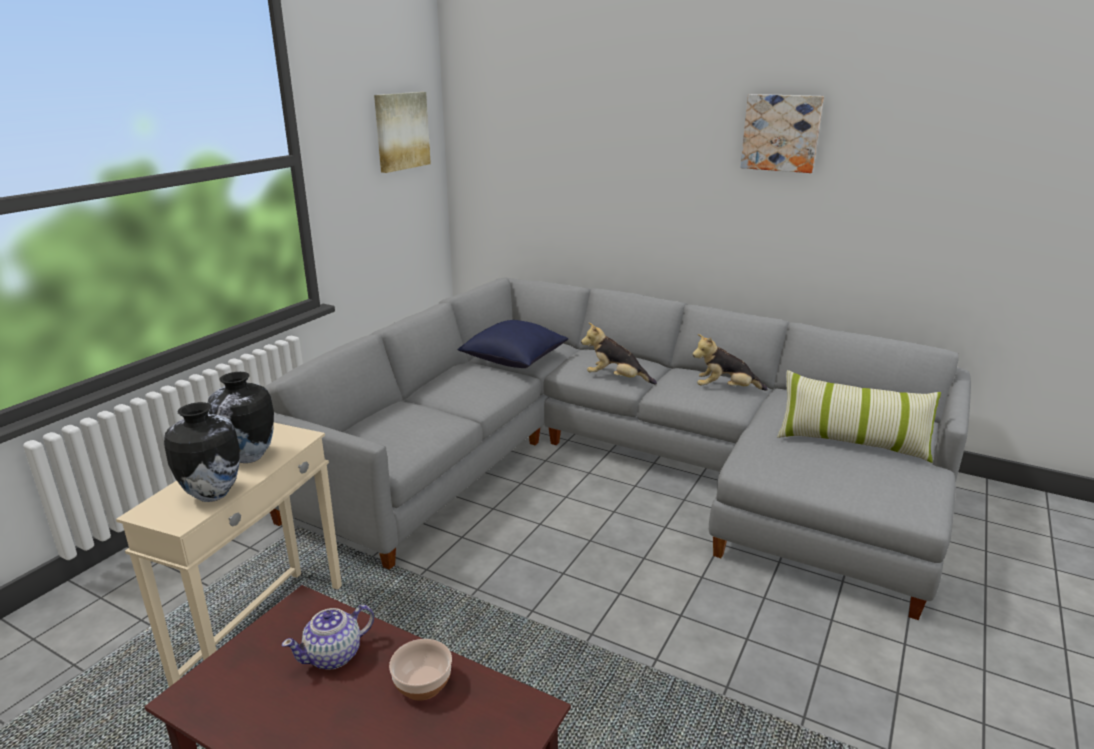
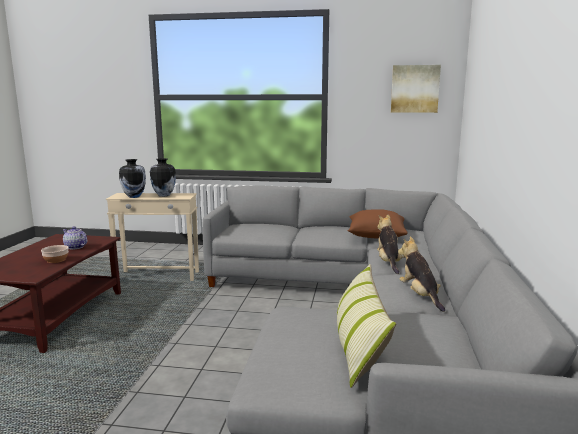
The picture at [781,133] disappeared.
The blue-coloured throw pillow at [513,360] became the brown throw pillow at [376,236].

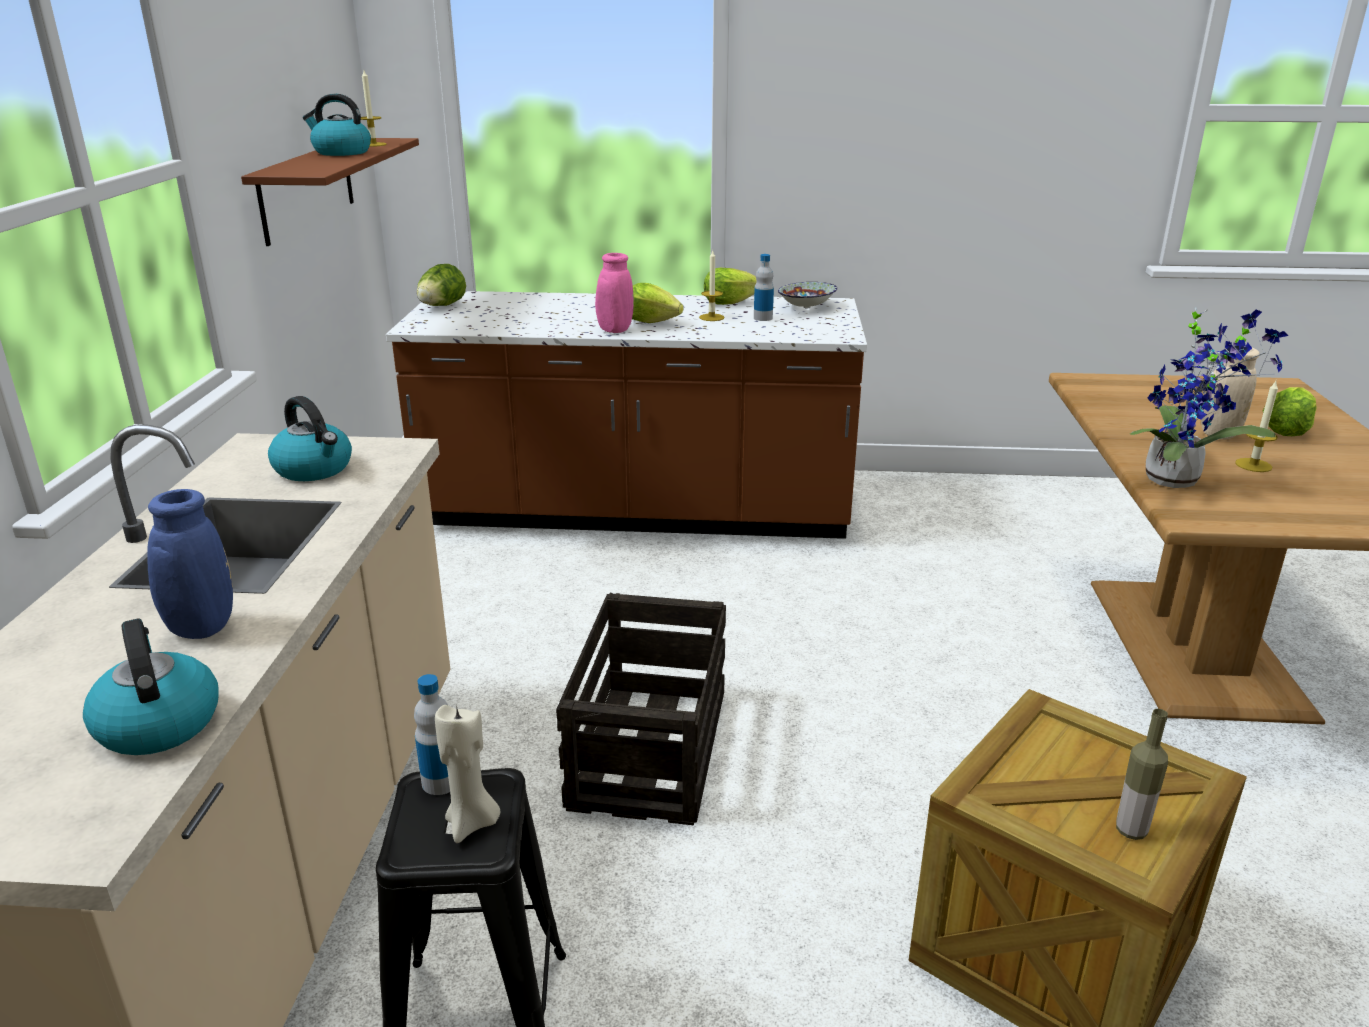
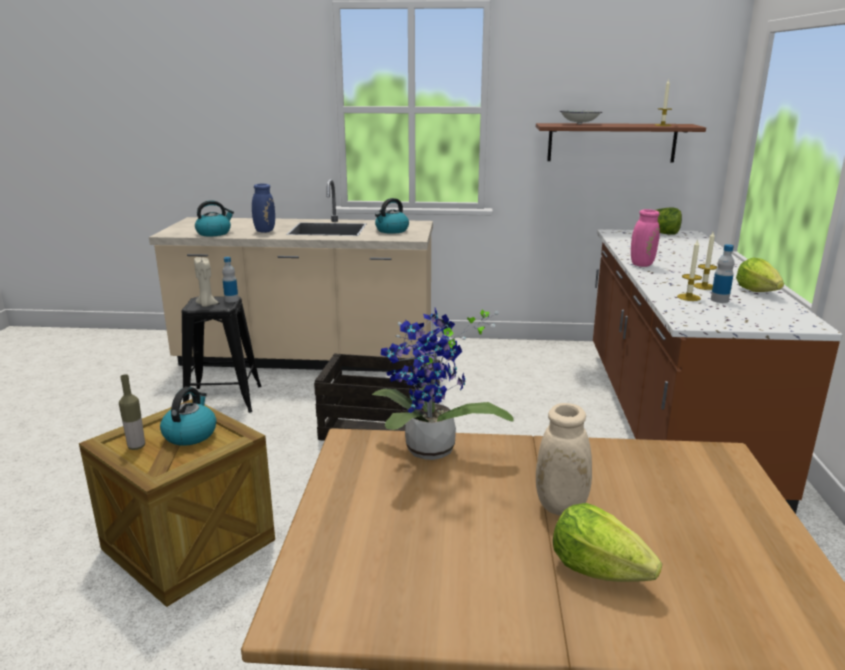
The lettuce head at [652,322] disappeared.
The kettle moved from [341,152] to [190,434].
The deep dish moved from [807,307] to [579,124].
The candle moved from [1253,465] to [688,297].

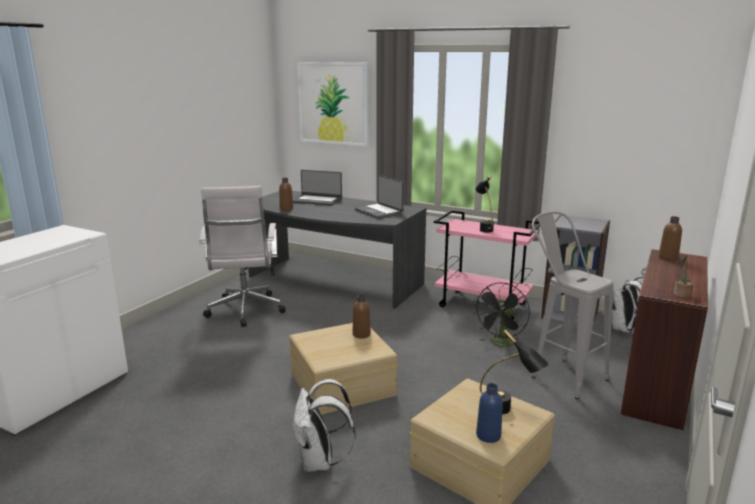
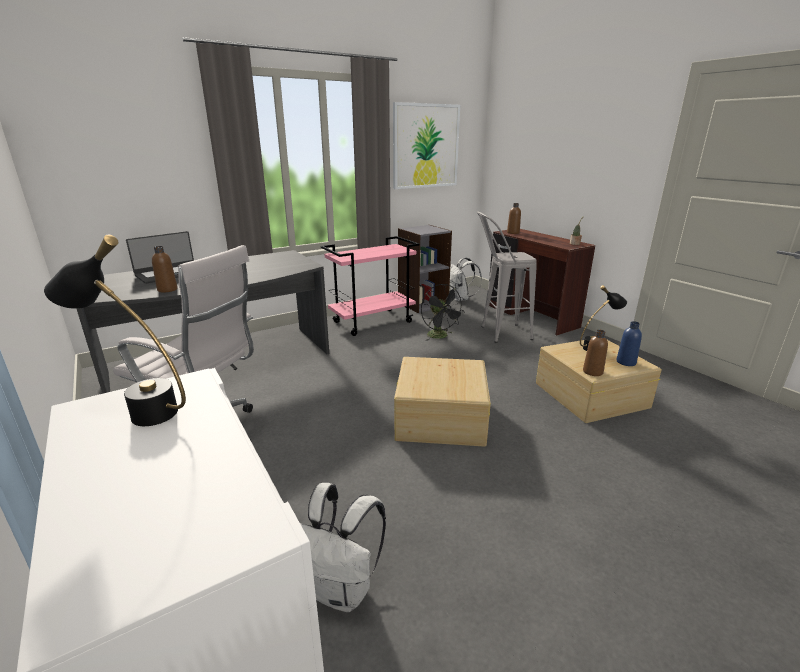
The portable computer at [379,212] disappeared.
The white-coloured backpack moved from [320,462] to [340,589].
The picture moved from [333,103] to [425,146].
The brown bottle moved from [361,334] to [592,372].
The black-coloured table lamp moved from [484,228] to [139,409].

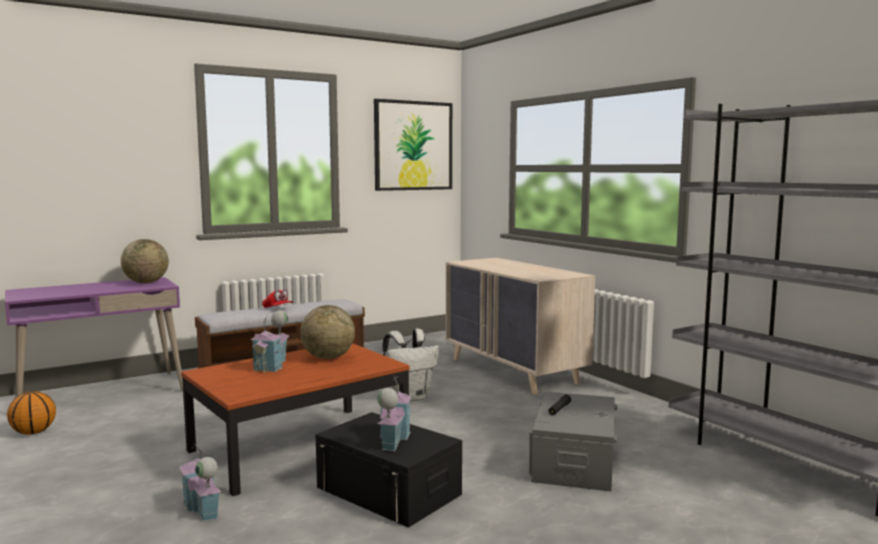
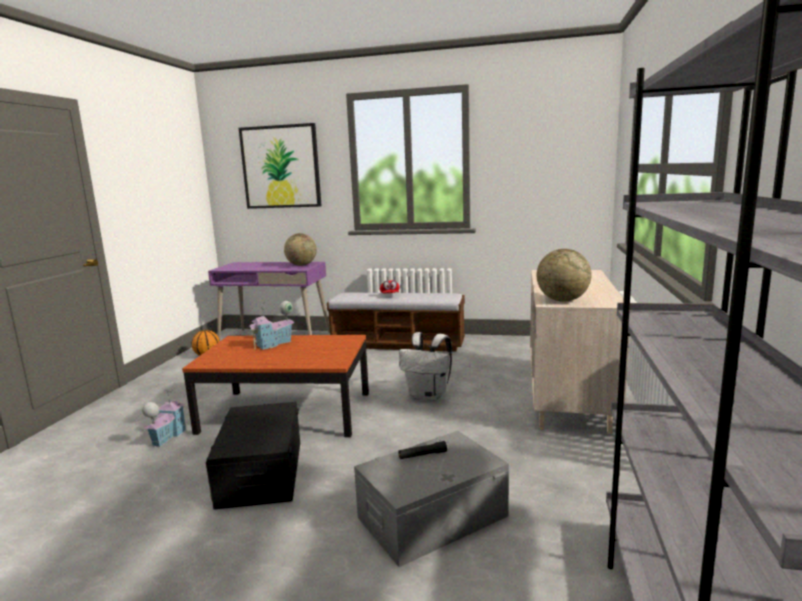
The model house at [392,439] disappeared.
The globe moved from [328,358] to [562,300].
The picture moved from [413,146] to [281,167].

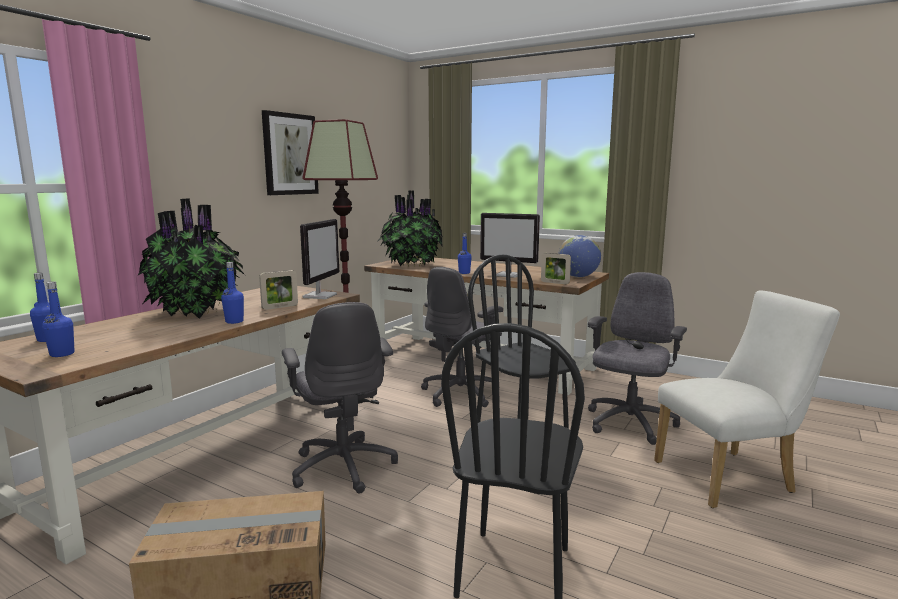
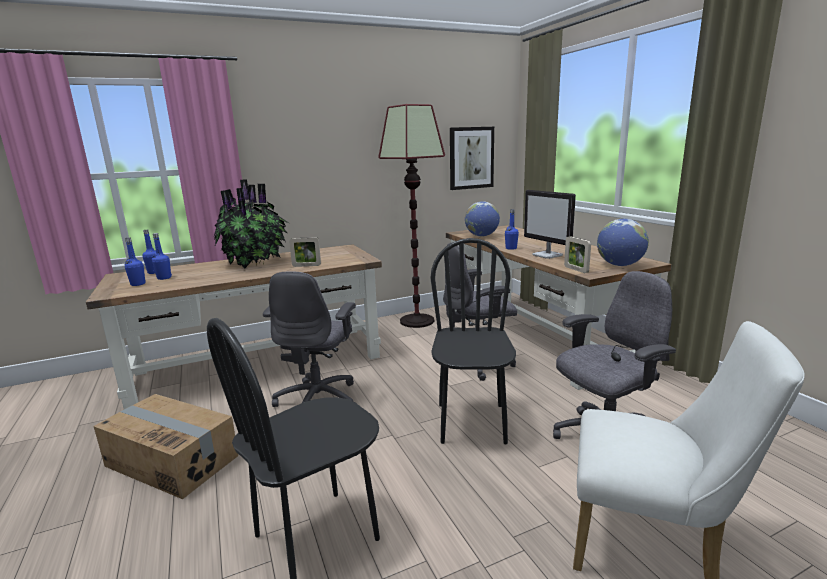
The computer display at [320,296] disappeared.
The blue-coloured bottle moved from [234,321] to [164,278].
The picture moved from [290,154] to [471,158].
The plant in a pot at [411,265] was replaced by the globe at [481,236].

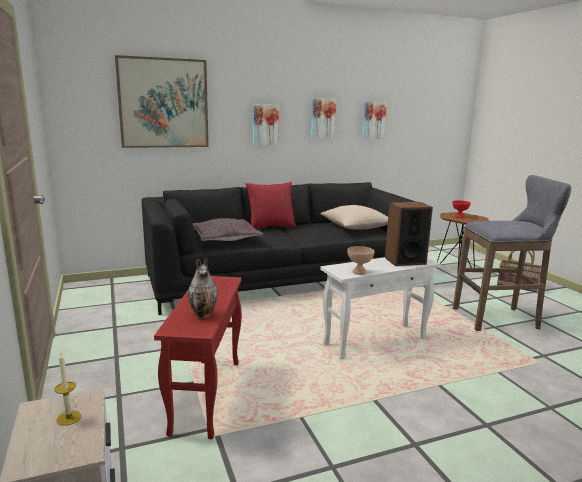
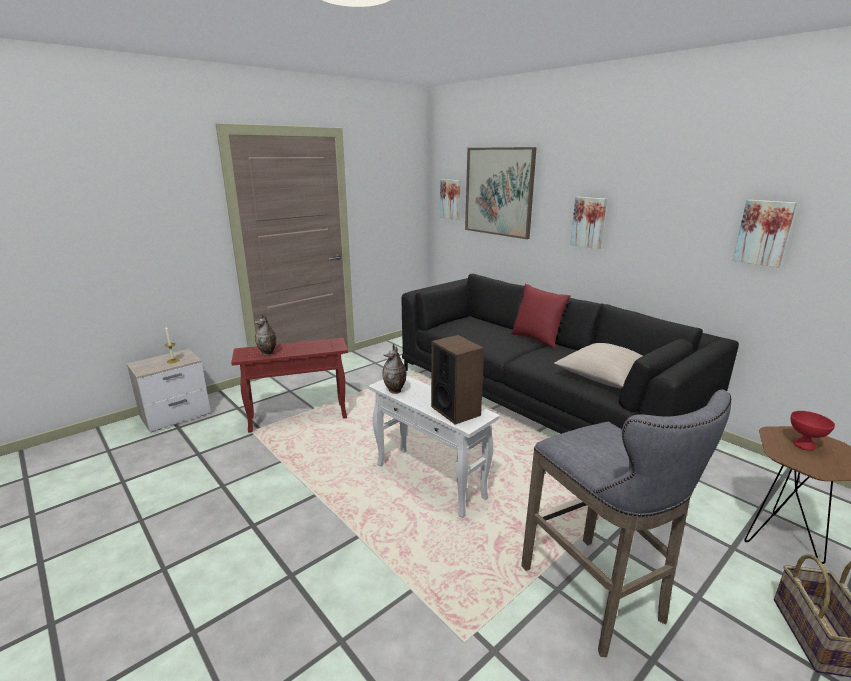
The grey throw pillow at [224,238] disappeared.
The picture moved from [322,118] to [451,199].
The beige deep dish at [359,272] was replaced by the vase at [395,391].

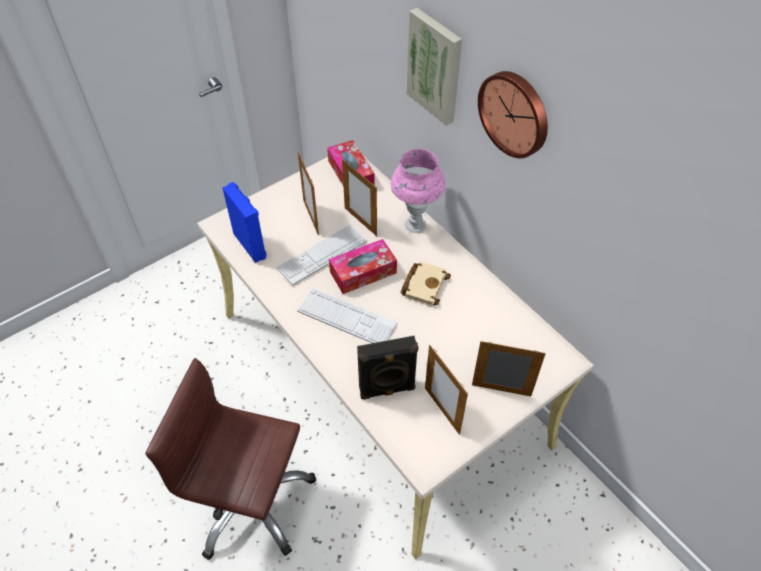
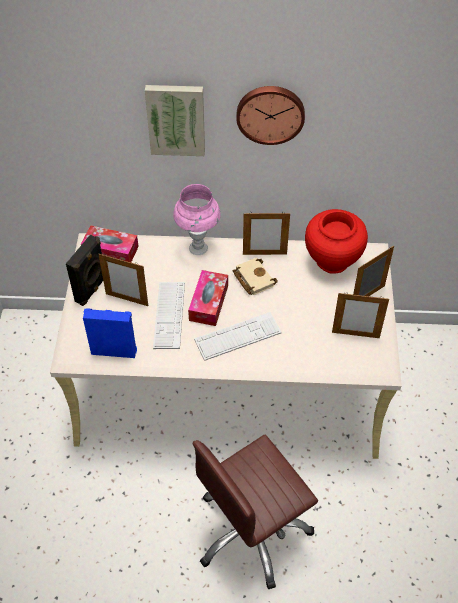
The red-coloured vase at [332,262] appeared.
The standing frame moved from [360,221] to [264,254].
The black-coloured audio speaker moved from [387,390] to [92,289].

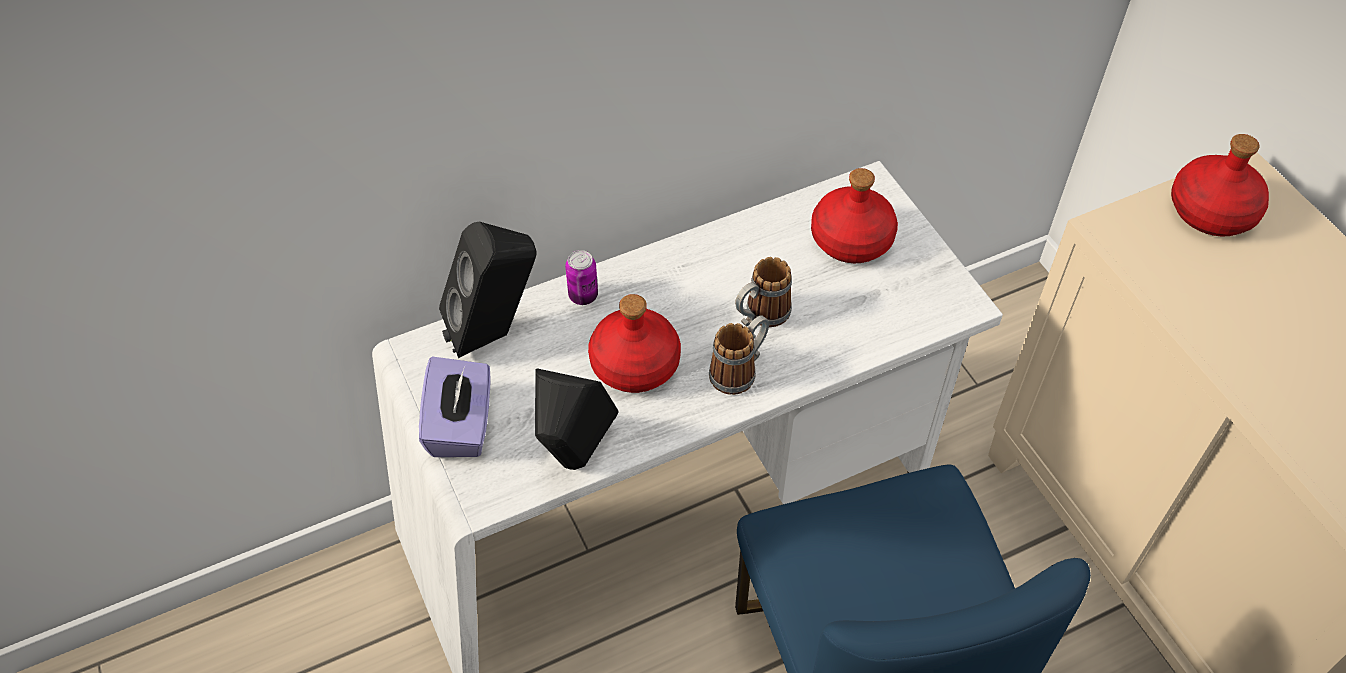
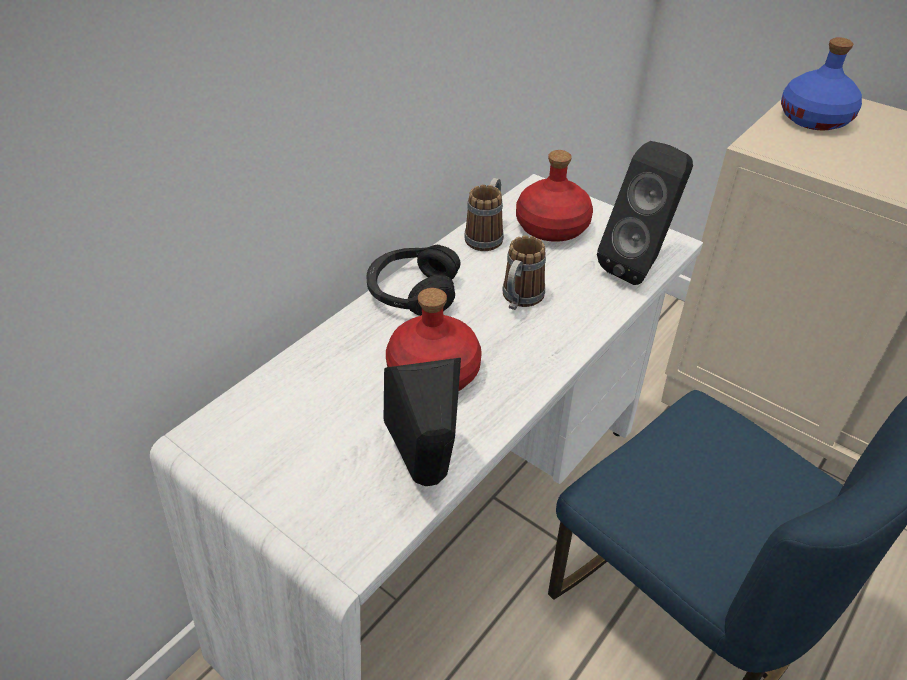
The purplish tissue holder at [461,425] disappeared.
The sealed can at [583,296] disappeared.
The black-coloured headphones at [413,292] appeared.
The black-coloured audio speaker moved from [496,333] to [639,265].
The coffee mug moved from [739,370] to [487,235].
The red-coloured bottle at [1212,211] became the blue-coloured bottle at [815,119].

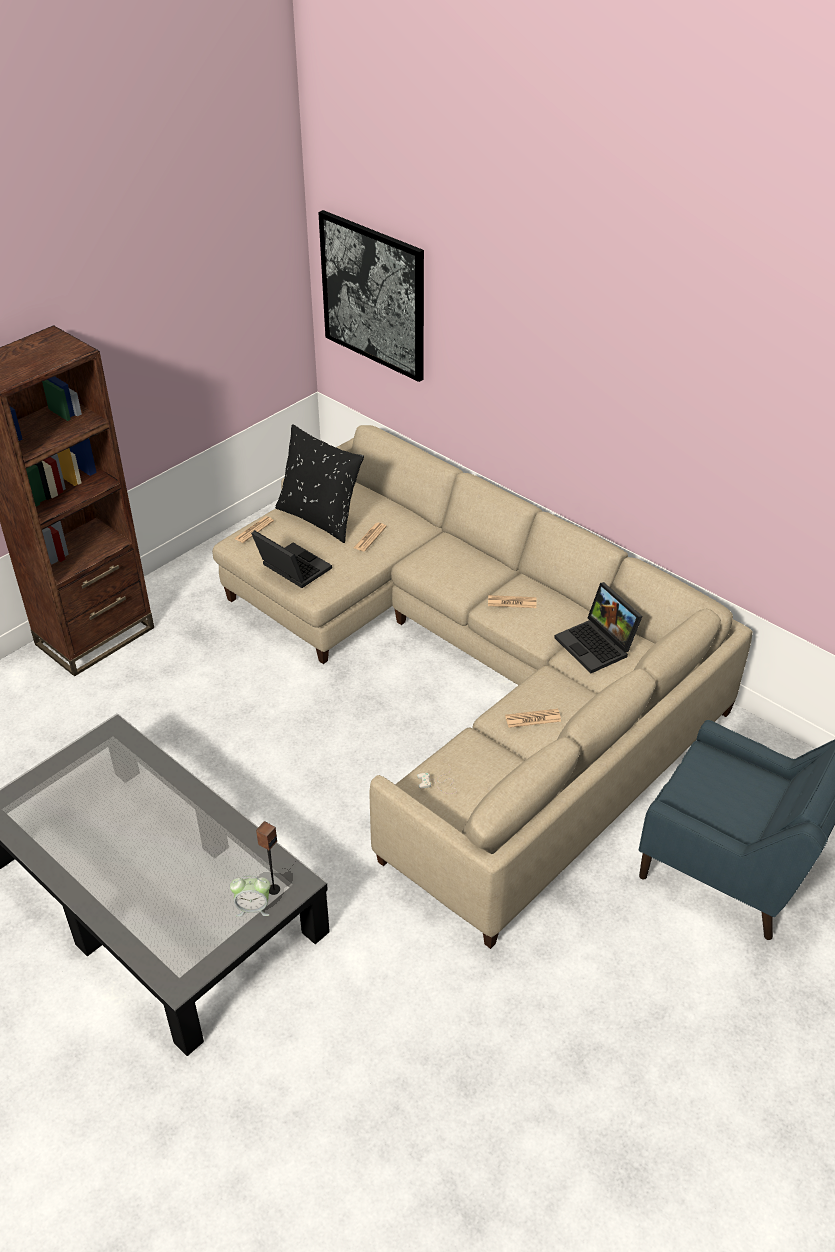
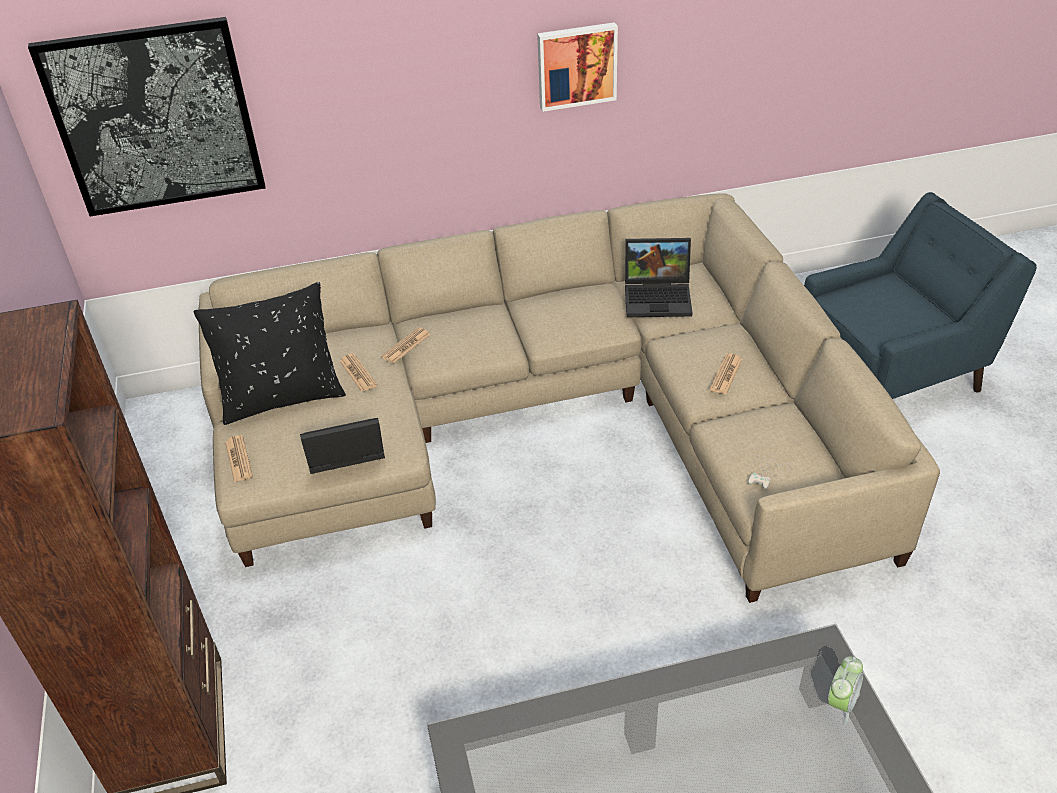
The audio speaker at [273,889] disappeared.
The picture at [576,65] appeared.
The newspaper moved from [512,602] to [406,346].

